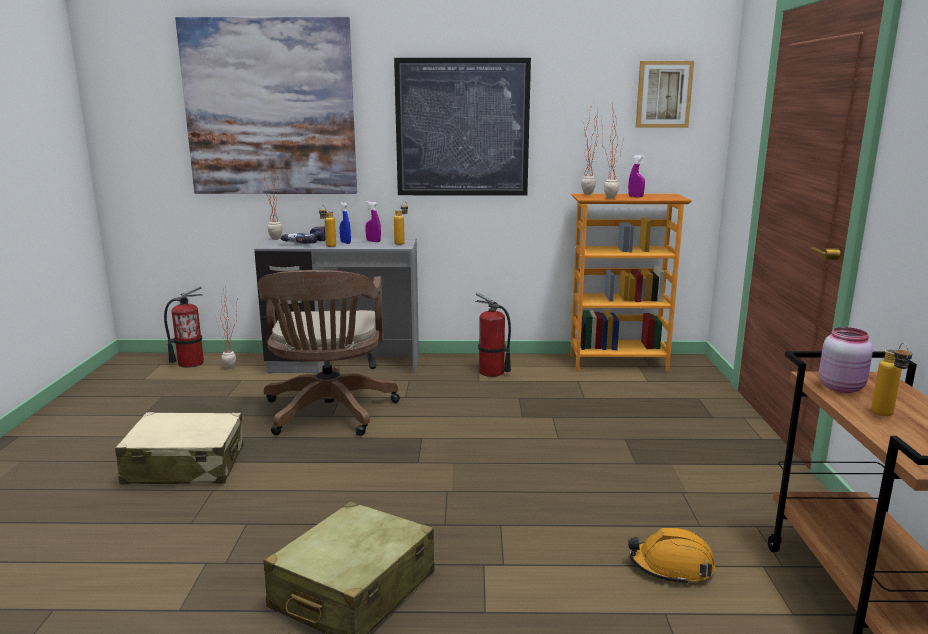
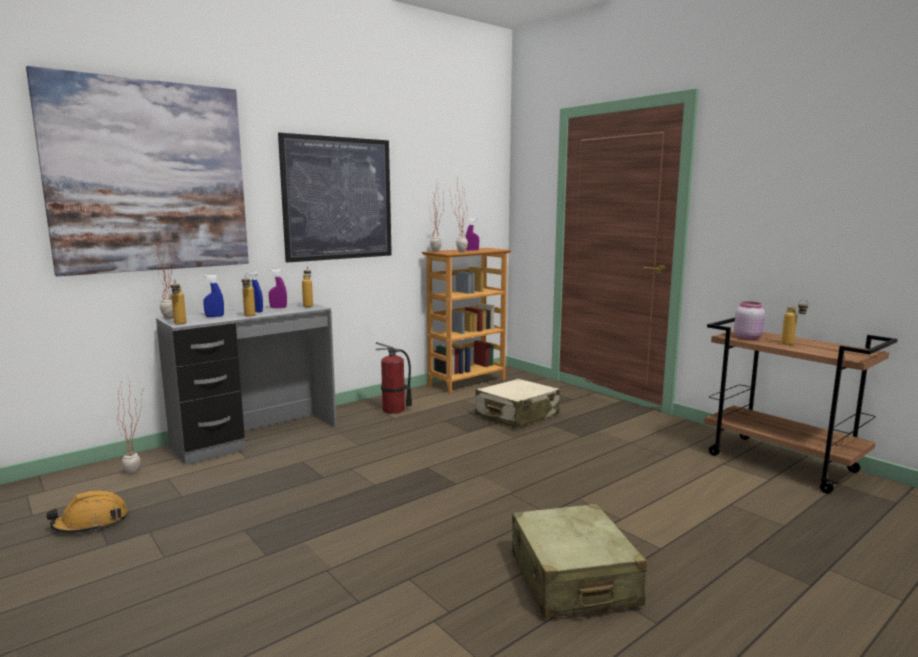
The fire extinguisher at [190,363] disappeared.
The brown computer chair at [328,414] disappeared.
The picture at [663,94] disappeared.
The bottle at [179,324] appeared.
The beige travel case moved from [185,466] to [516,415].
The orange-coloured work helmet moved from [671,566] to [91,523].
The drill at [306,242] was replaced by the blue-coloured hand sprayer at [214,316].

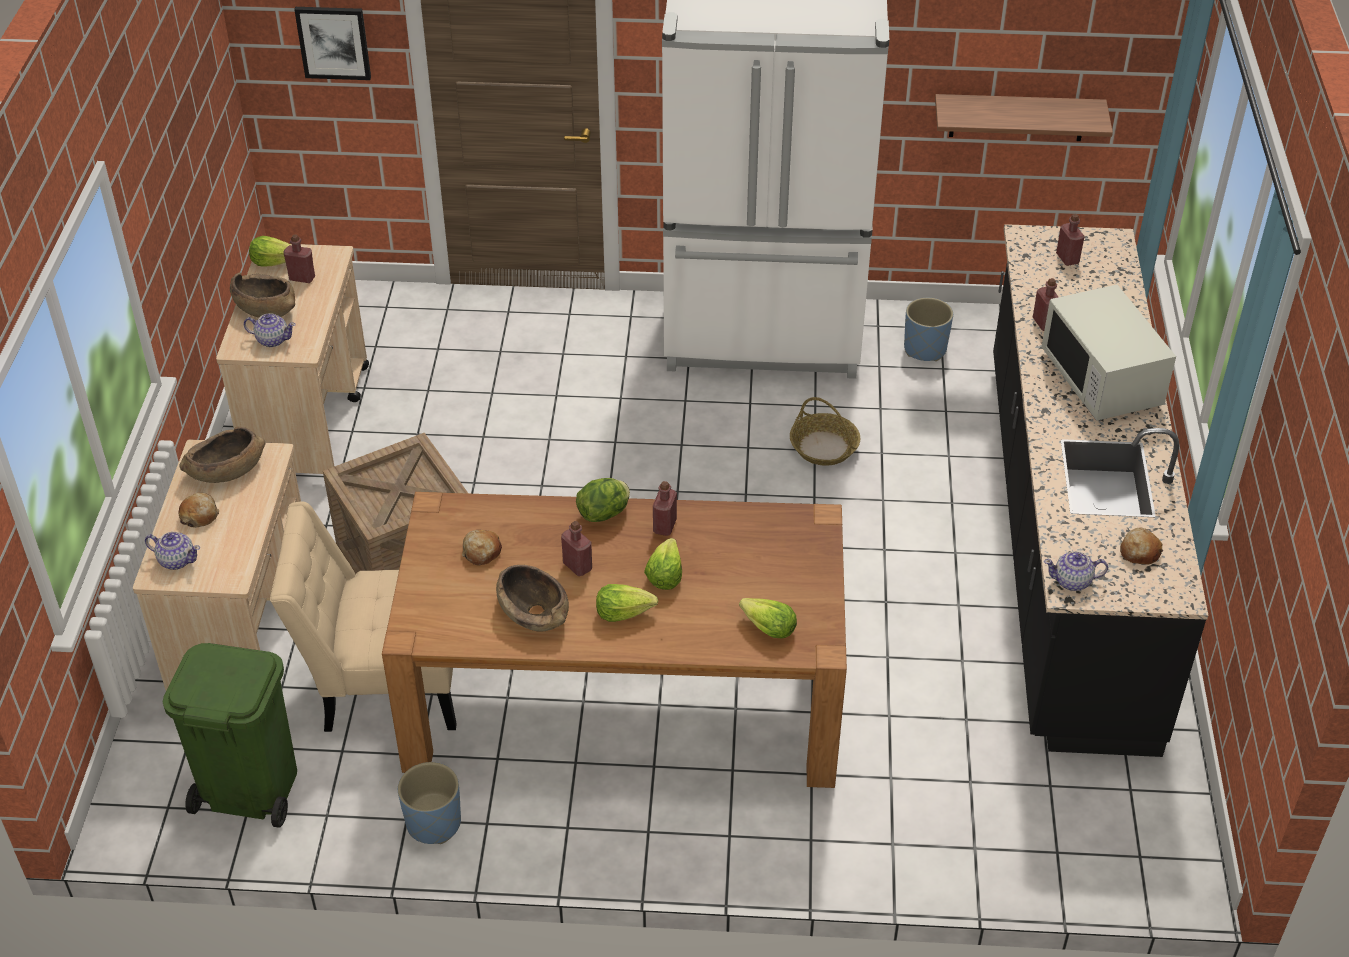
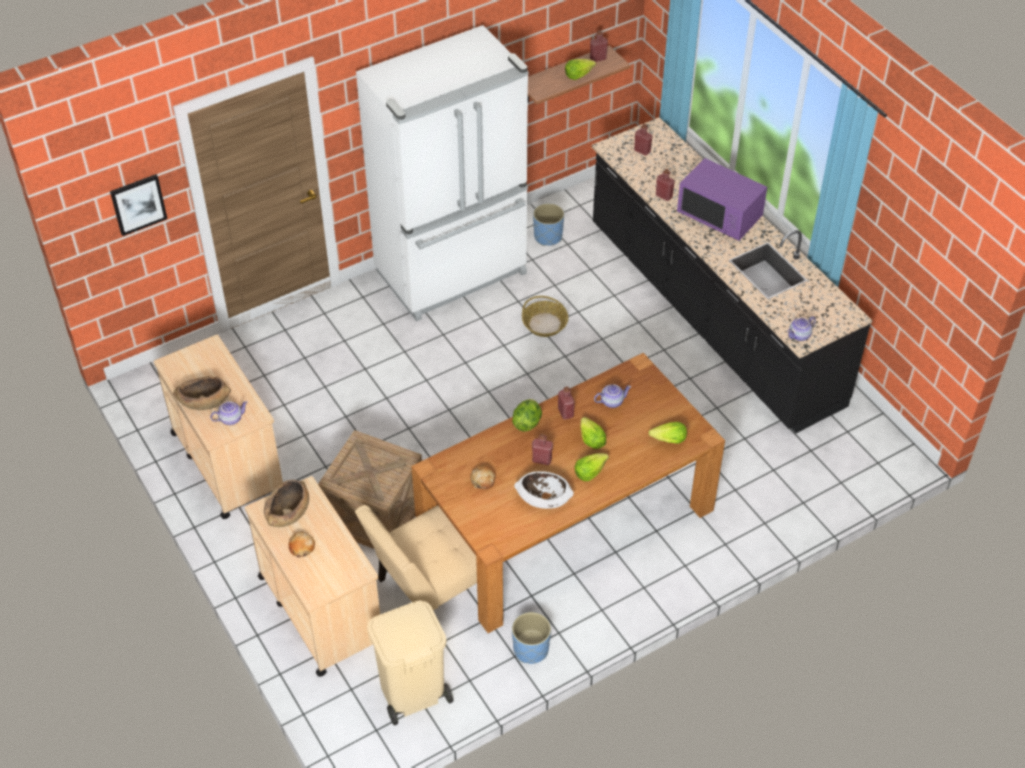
The baked bread at [1139,552] disappeared.
The tea pot moved from [176,560] to [611,401].
The lettuce head moved from [274,262] to [578,74].
The red-coloured bottle moved from [302,278] to [598,58].
The green trash can at [249,788] became the beige trash can at [412,692].
The brown deep dish at [534,612] became the white-coloured deep dish at [544,497].
The white-coloured kitchen microwave at [1101,380] became the purplish kitchen microwave at [719,216].

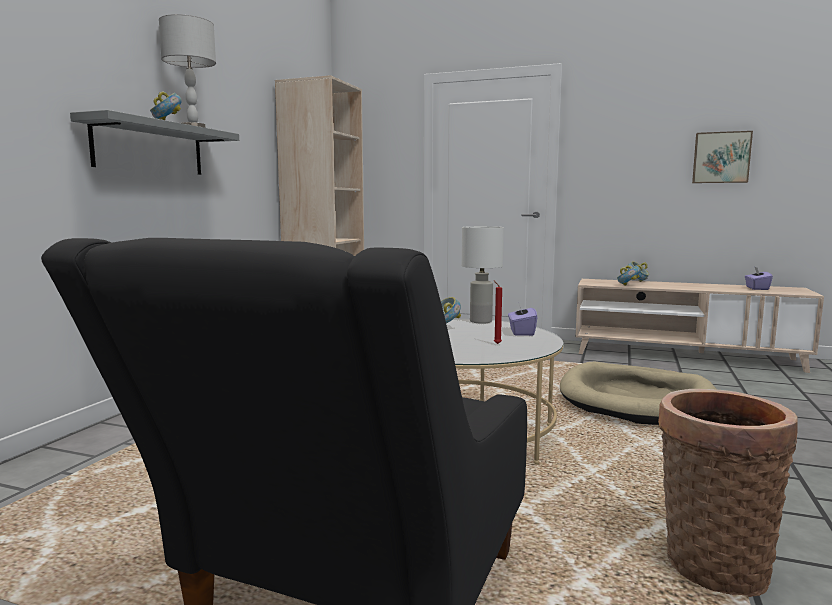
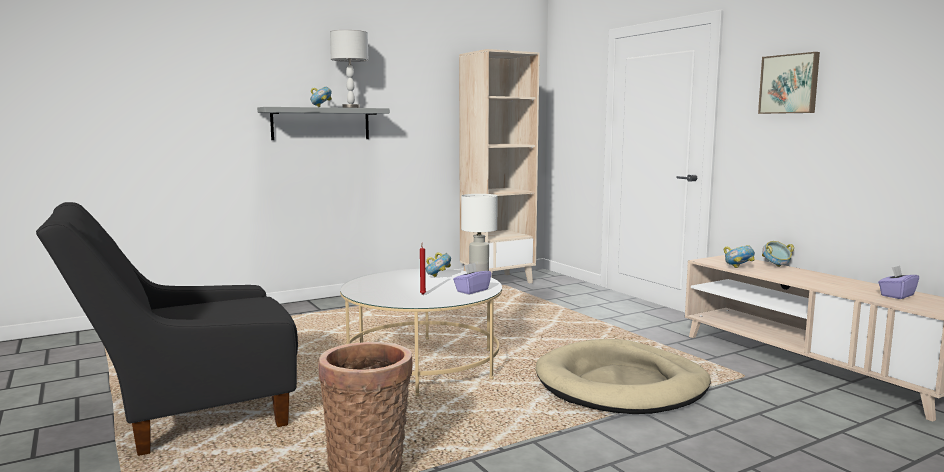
The picture moved from [721,157] to [789,84].

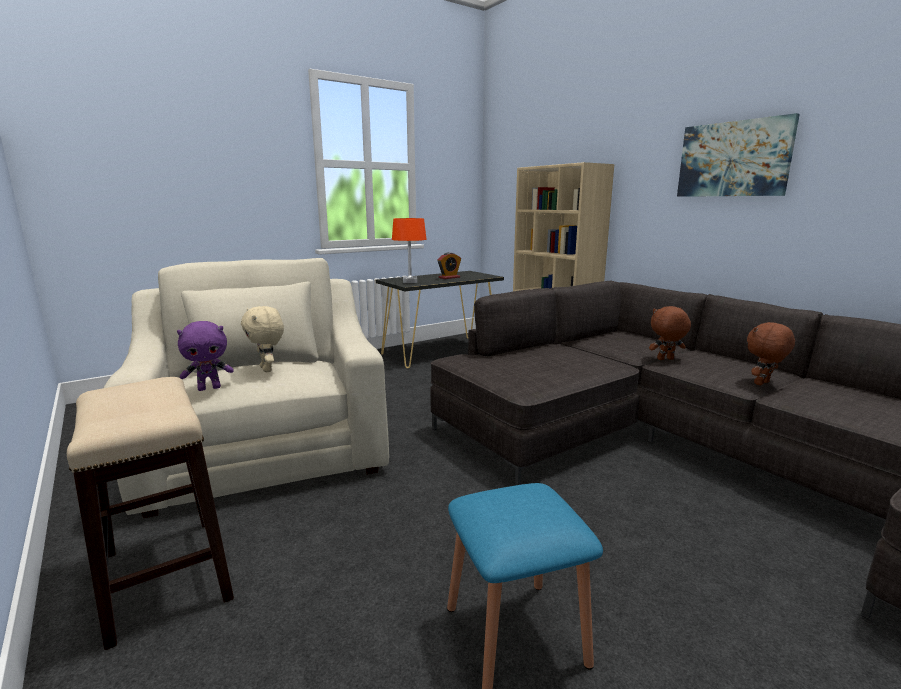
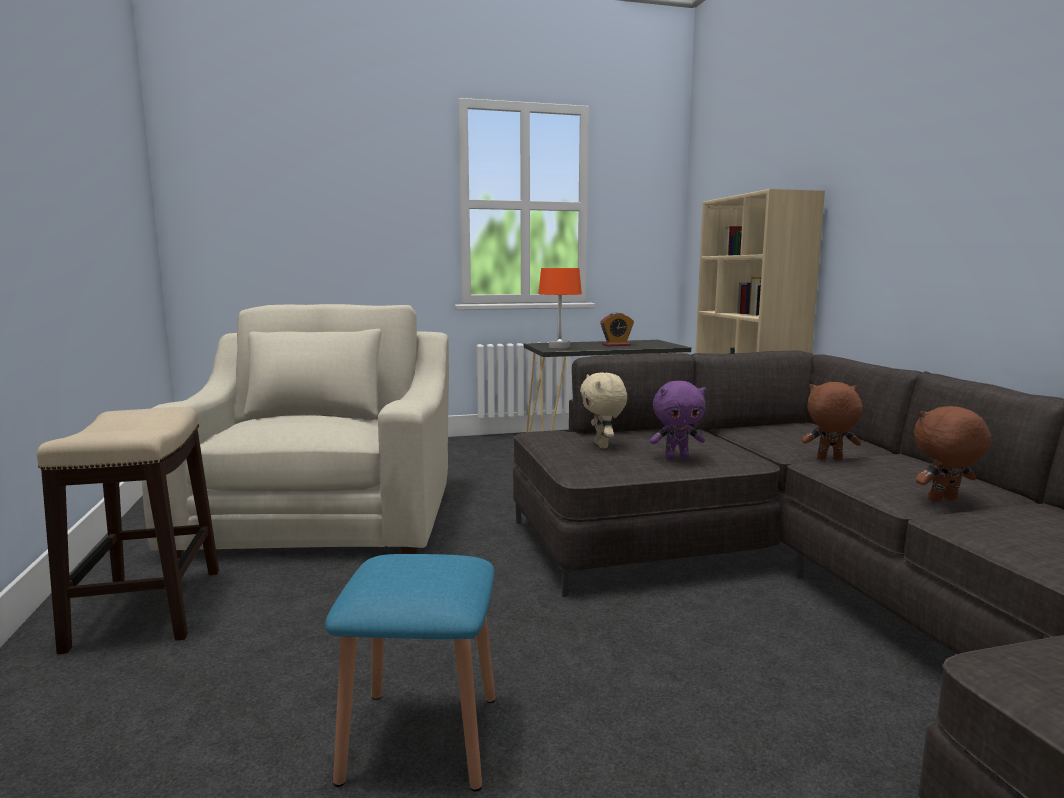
The picture at [733,159] disappeared.
The purplish plush toy moved from [209,388] to [676,458].
The beige plush toy moved from [267,369] to [602,446].

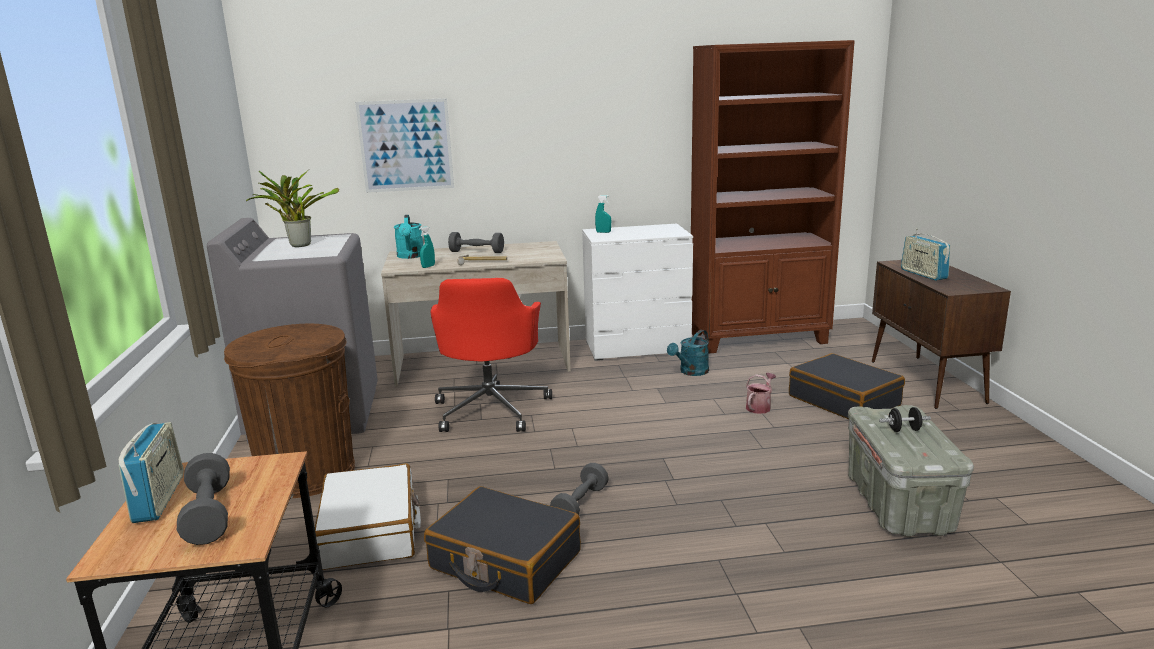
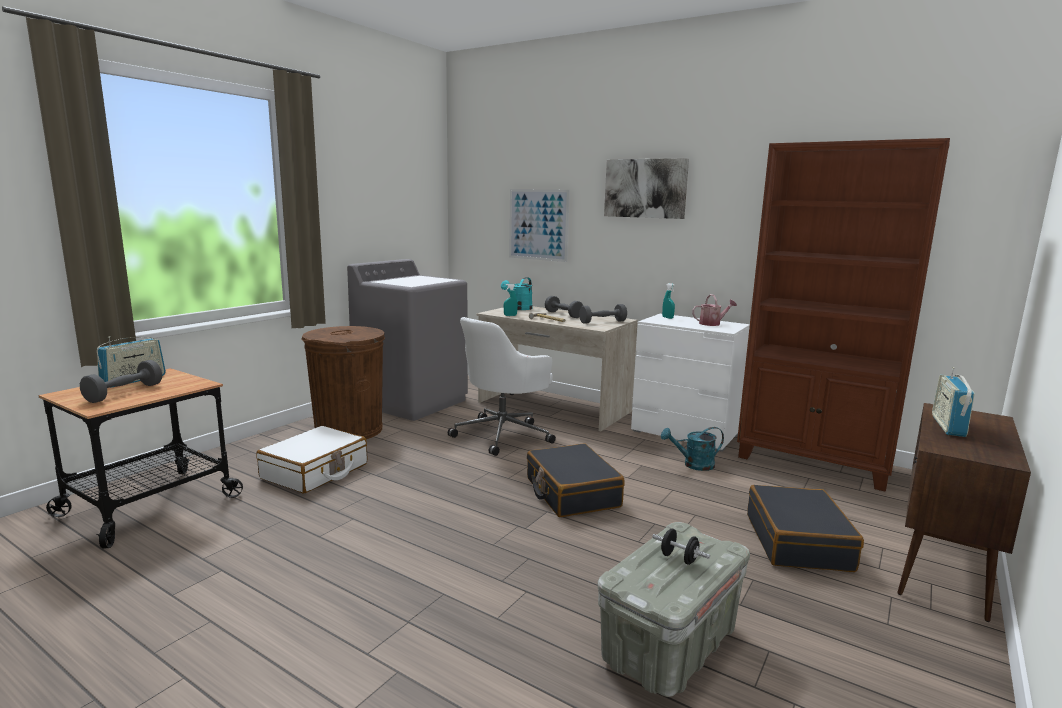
The plant in a pot at [298,245] disappeared.
The picture at [645,188] appeared.
The black-coloured travel case moved from [504,561] to [571,492].
The grey hand weight moved from [580,504] to [602,322].
The watering pot moved from [759,407] to [712,323].
The red-coloured computer chair at [491,409] became the white-coloured computer chair at [503,435].

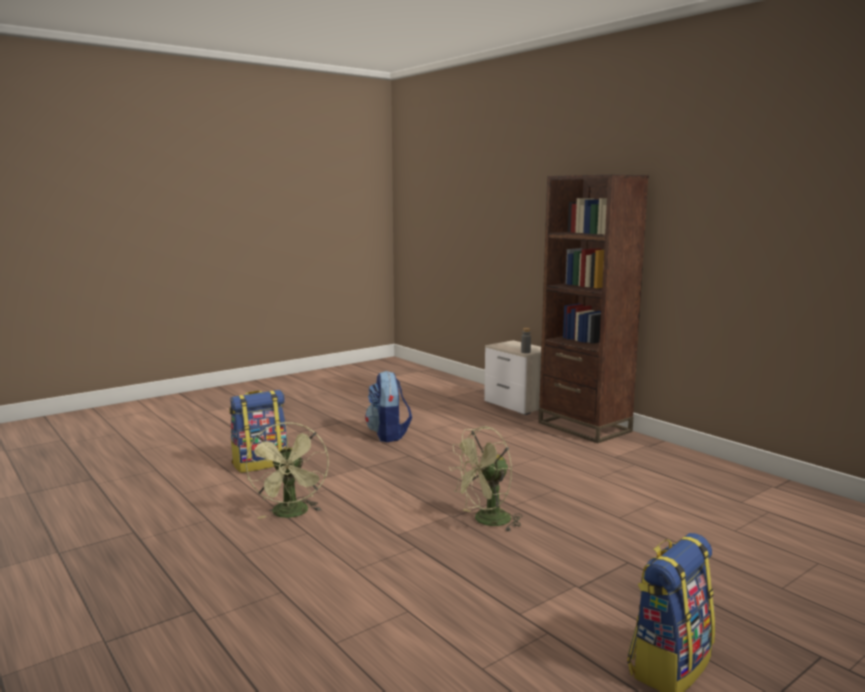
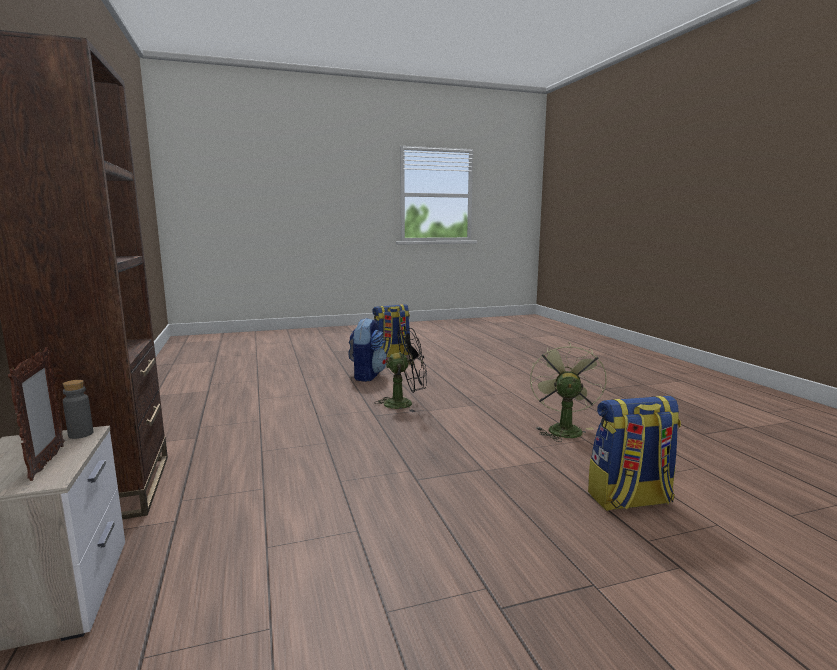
The standing frame at [47,463] appeared.
The backpack moved from [388,435] to [367,375].
The green fan at [486,521] became the black-coloured fan at [404,403].

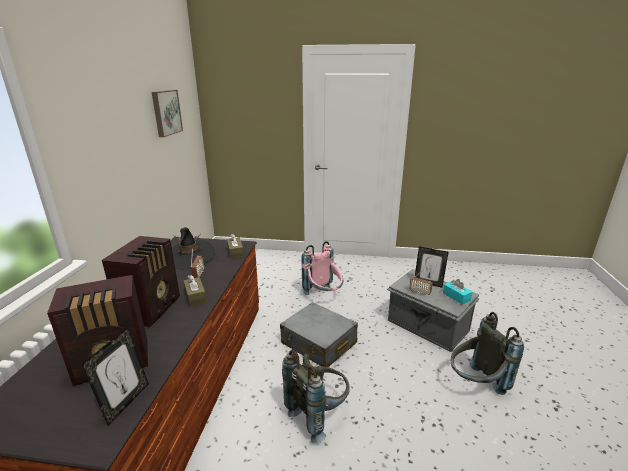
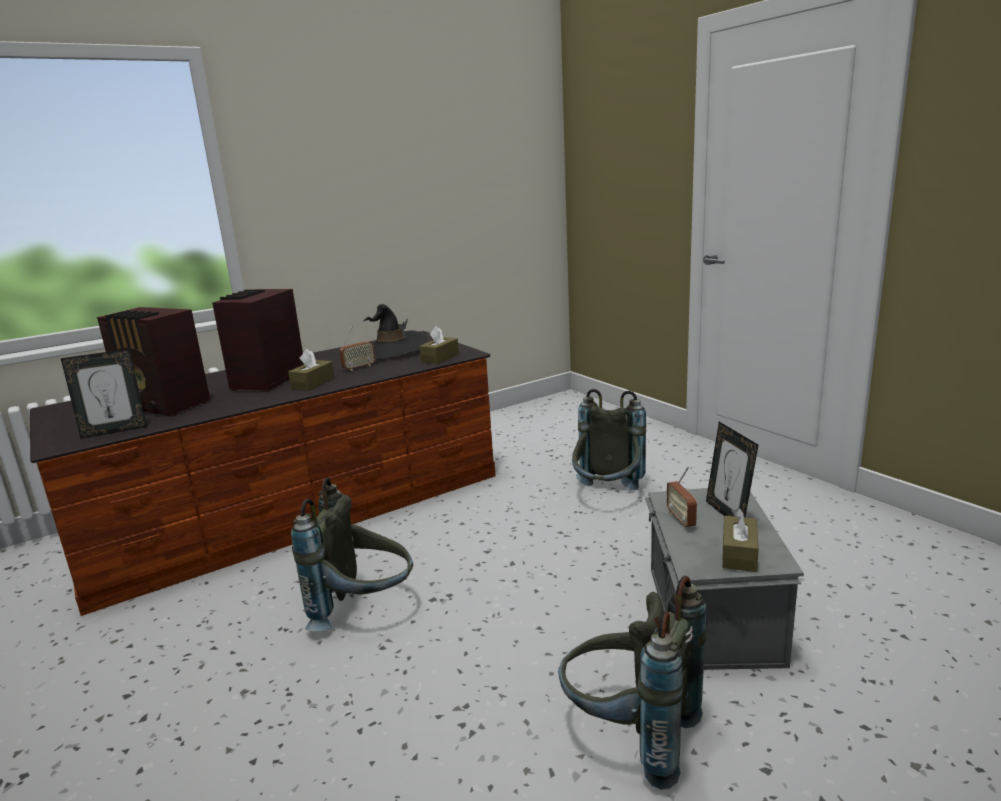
The picture at [166,112] disappeared.
The grey travel case at [319,343] disappeared.
The pink backpack at [323,296] became the grey backpack at [607,496].
The blue-green tissue holder at [456,296] became the brown tissue holder at [739,554].
The radio receiver at [152,308] turned 135 degrees clockwise.

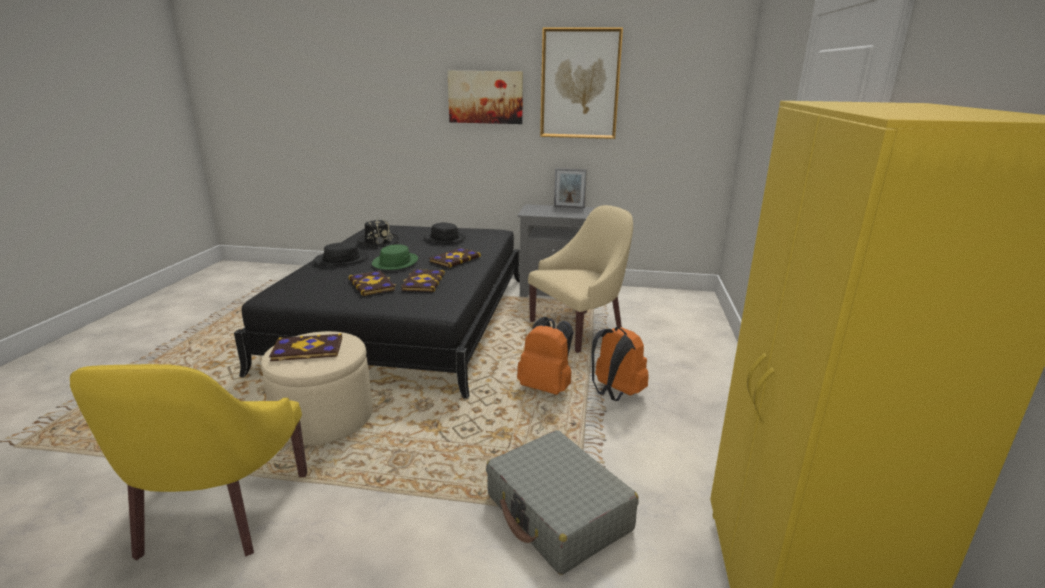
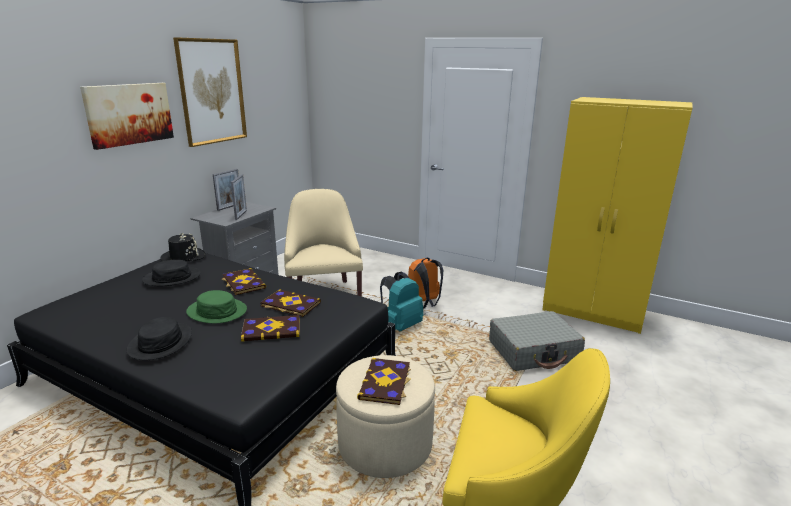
The standing frame at [241,215] appeared.
The black-coloured hat moved from [378,242] to [183,257].
The orange-coloured backpack at [547,387] became the blue-green backpack at [401,325].

